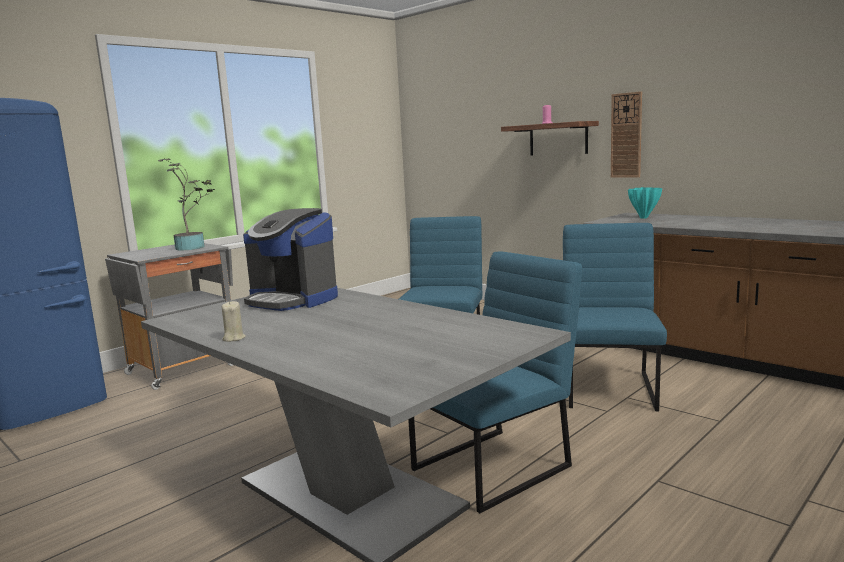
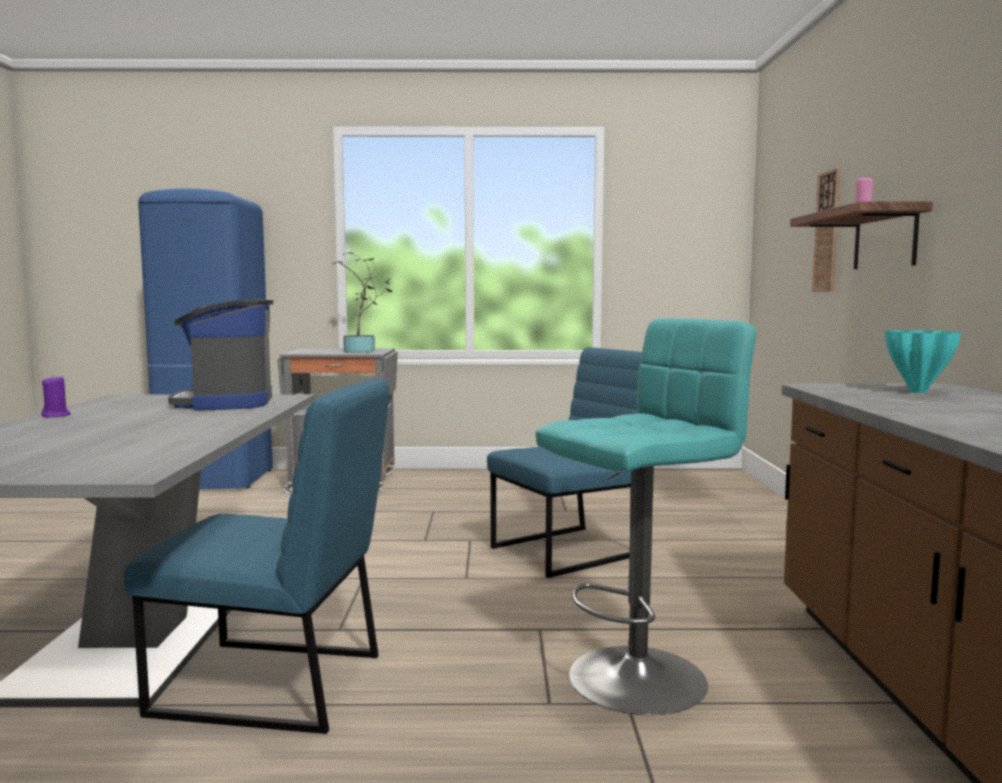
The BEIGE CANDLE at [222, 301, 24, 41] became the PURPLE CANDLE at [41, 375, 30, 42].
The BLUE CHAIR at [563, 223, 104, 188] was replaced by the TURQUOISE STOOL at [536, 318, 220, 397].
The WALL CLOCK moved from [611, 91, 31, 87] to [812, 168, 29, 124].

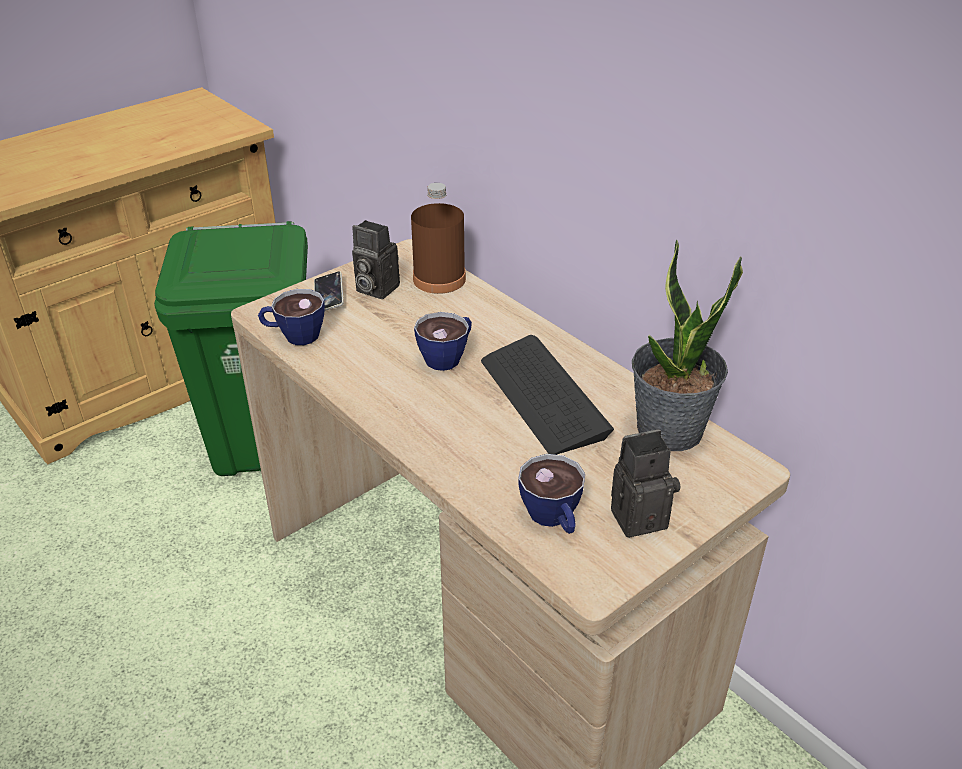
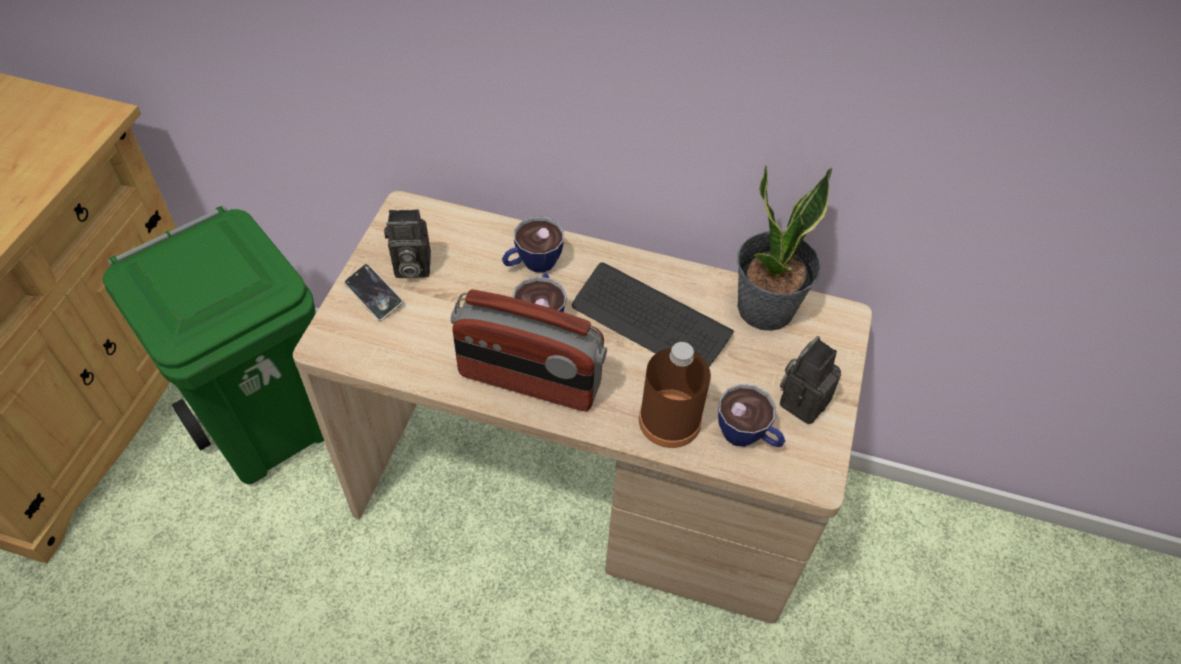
The CUP moved from [258, 289, 67, 56] to [502, 217, 62, 56].
The BROWN BOTTLE moved from [411, 183, 55, 111] to [639, 342, 72, 106].
The RADIO at [451, 289, 156, 122] appeared.

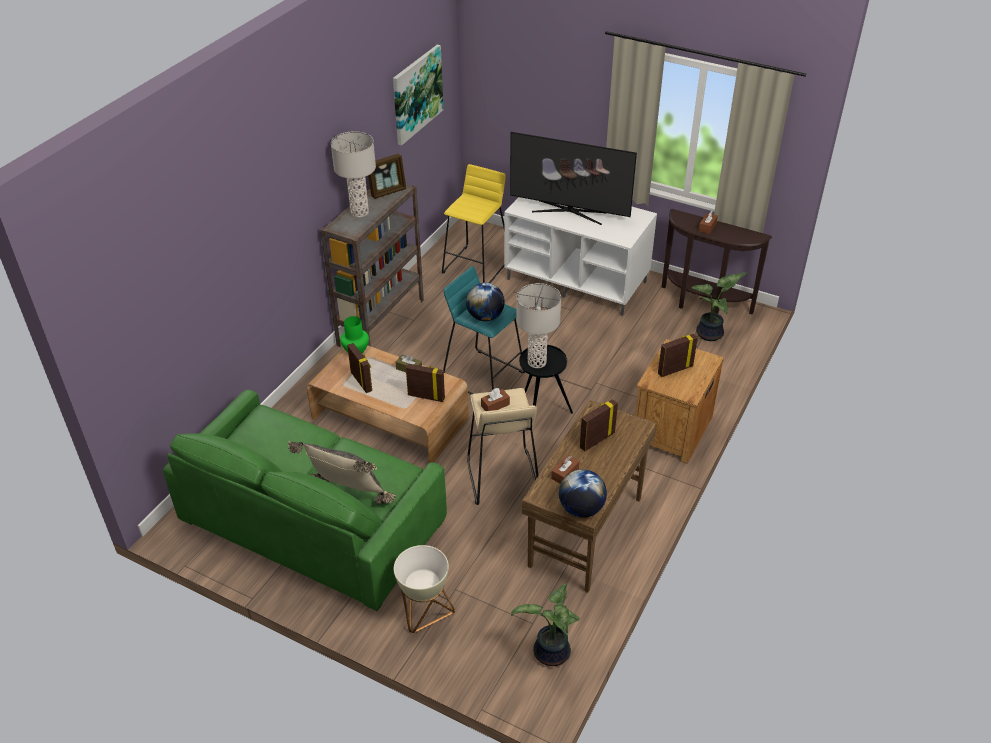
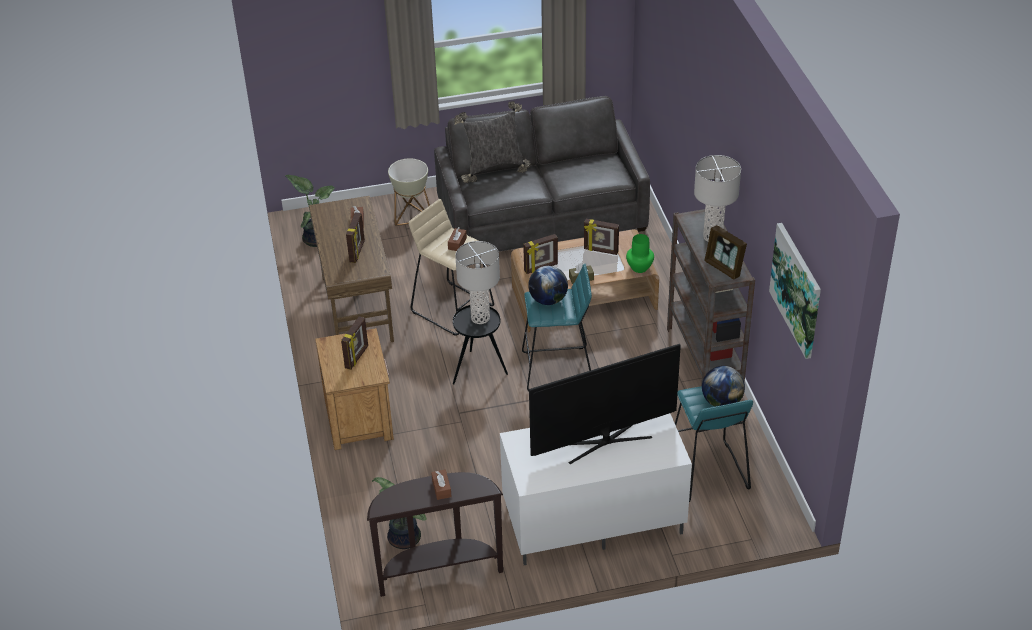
The GREEN SOFA at [163, 389, 284, 222] became the GREY SOFA at [434, 96, 216, 155].
The PICTURE FRAME at [368, 154, 39, 45] turned 60 degrees counterclockwise.
The YELLOW STOOL at [442, 164, 64, 119] became the TURQUOISE STOOL at [675, 386, 78, 116].
The GLOBE moved from [559, 469, 48, 49] to [702, 366, 43, 41].

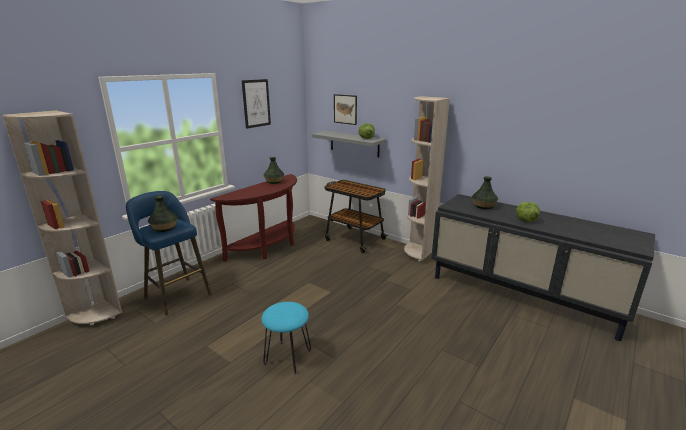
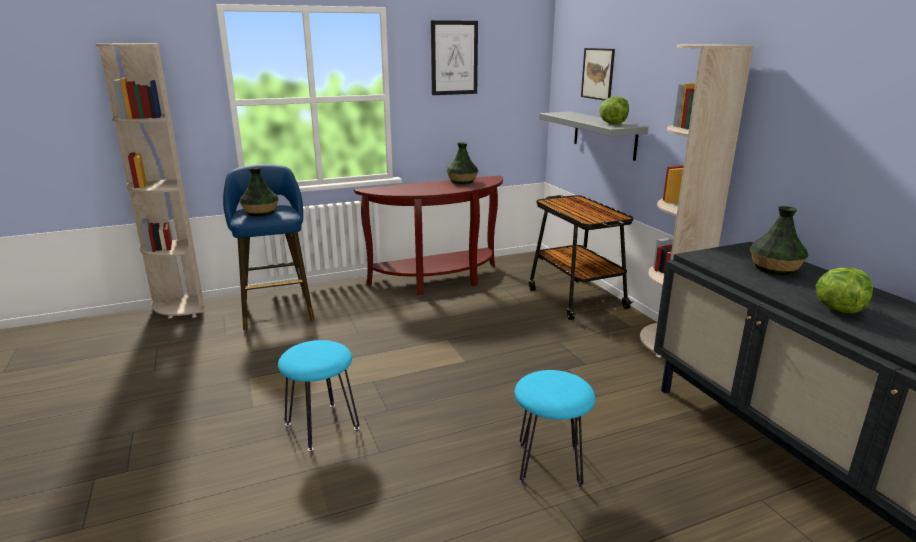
The TURQUOISE STOOL at [515, 370, 80, 118] appeared.

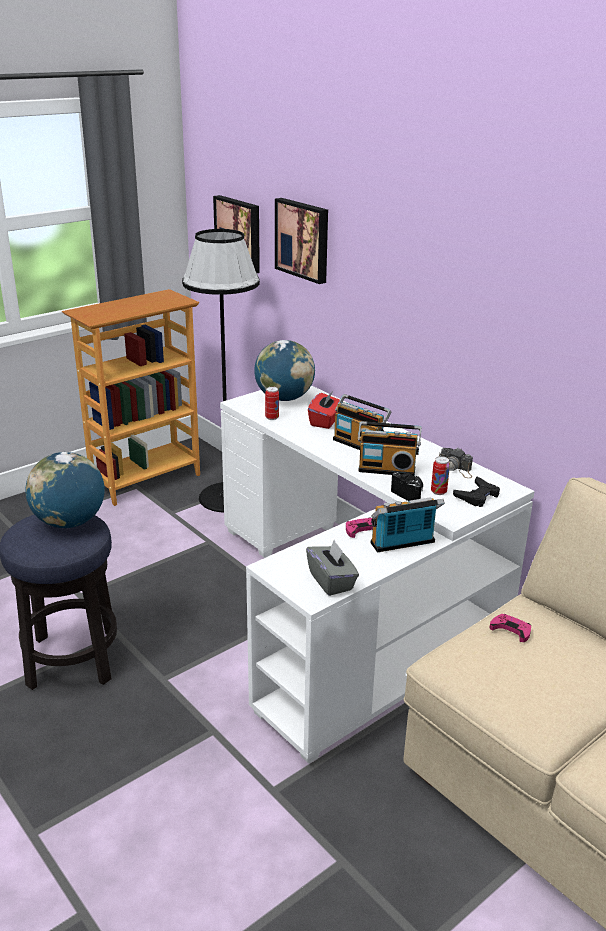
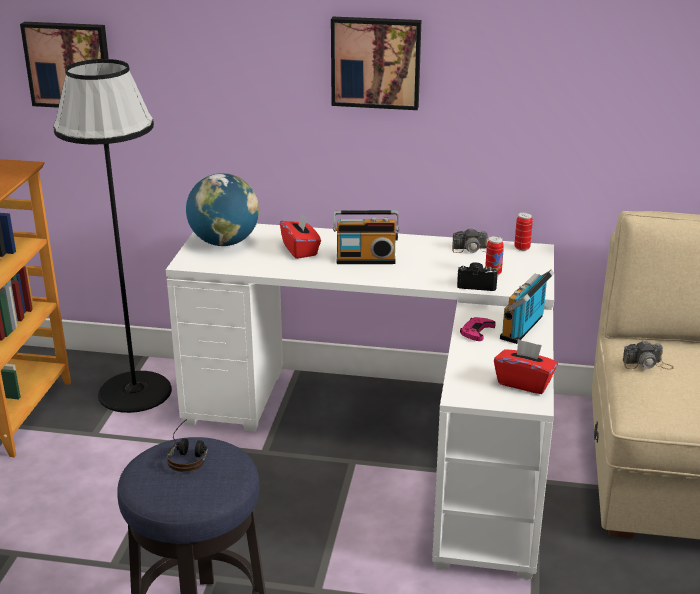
The GLOBE at [25, 452, 80, 76] was replaced by the HEADPHONES at [167, 419, 41, 53].
The CAN moved from [265, 387, 14, 33] to [514, 212, 19, 39].
The PICTURE moved from [275, 198, 53, 86] to [331, 17, 90, 93].
The GREY TISSUE BOX at [306, 540, 53, 56] became the RED TISSUE BOX at [494, 339, 64, 55].
The RADIO at [357, 421, 65, 55] disappeared.
The BLACK GAME CONTROLLER at [453, 477, 47, 30] disappeared.
The PINK GAME CONTROLLER at [489, 614, 42, 28] was replaced by the PHOTO CAMERA at [622, 340, 52, 30].

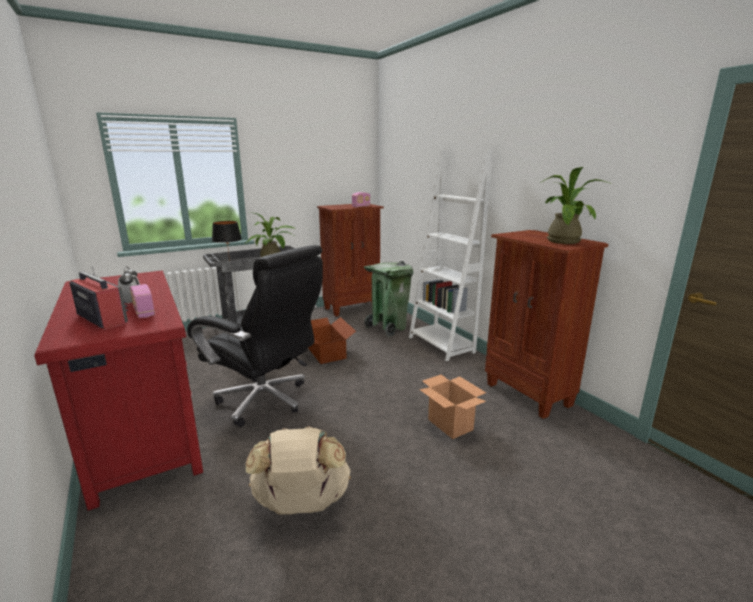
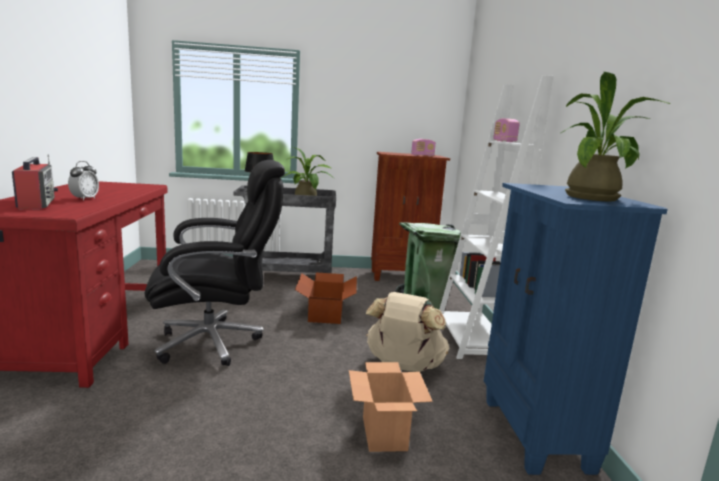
The RADIO moved from [130, 284, 25, 34] to [493, 118, 27, 24].
The BLACK OFFICE CHAIR at [187, 245, 136, 182] turned 75 degrees counterclockwise.
The BEIGE BACKPACK moved from [246, 426, 105, 89] to [366, 292, 83, 80].
The BROWN CABINET at [485, 230, 123, 189] became the BLUE CABINET at [484, 183, 184, 292].

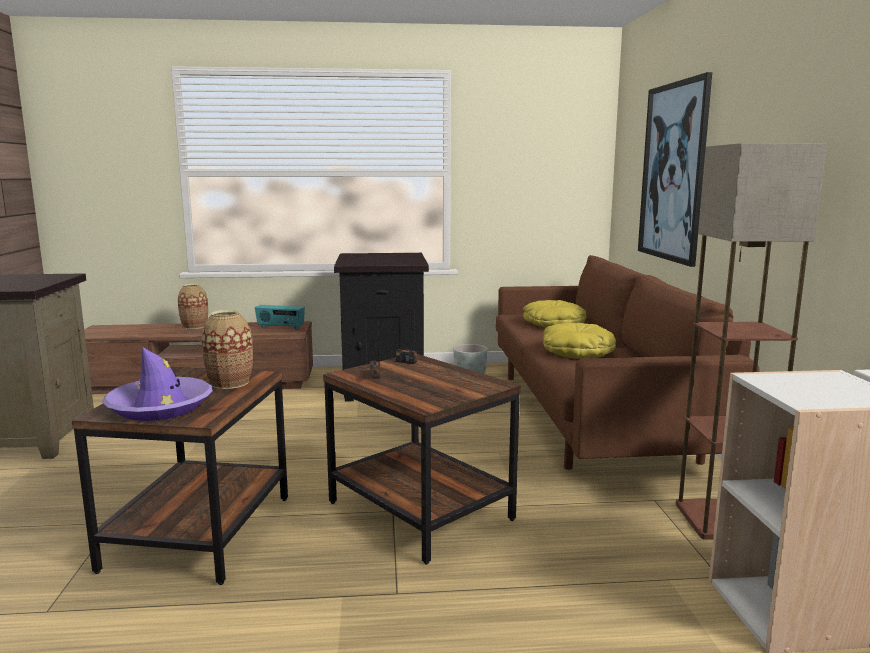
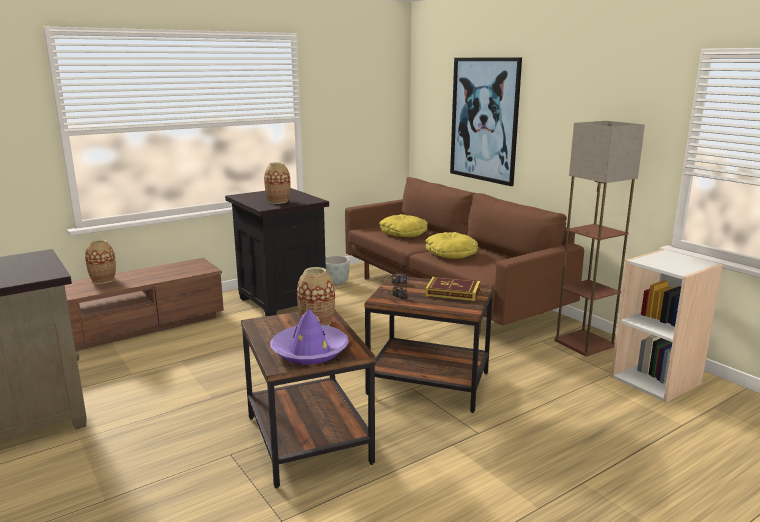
The RADIO at [255, 305, 50, 25] disappeared.
The VASE at [264, 162, 27, 42] appeared.
The BOOK at [425, 277, 55, 24] appeared.

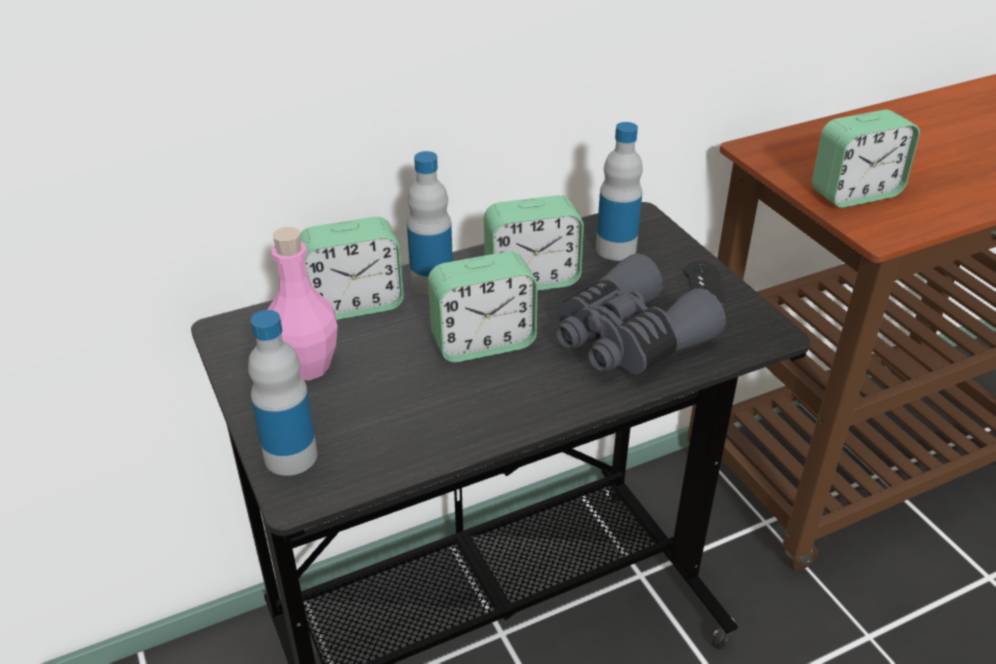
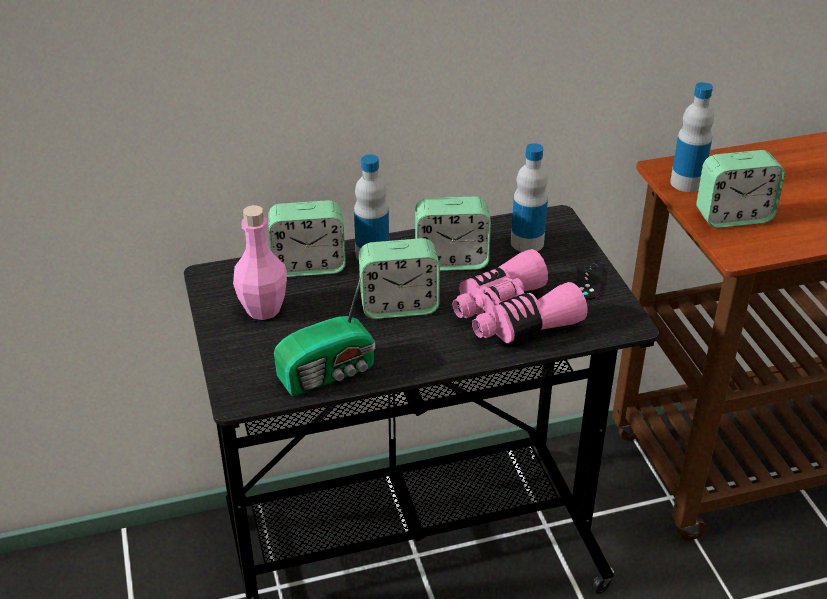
The BOTTLE moved from [248, 310, 70, 166] to [670, 82, 44, 110].
The GREY BINOCULARS at [555, 253, 171, 122] became the PINK BINOCULARS at [453, 249, 135, 94].
The RADIO at [274, 273, 102, 123] appeared.

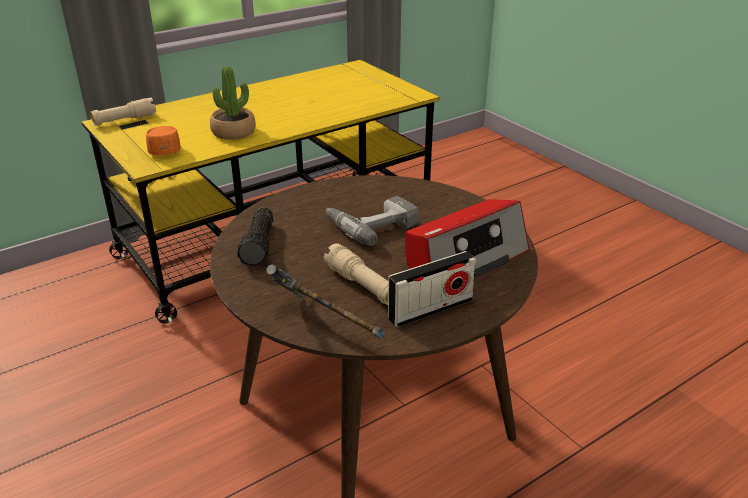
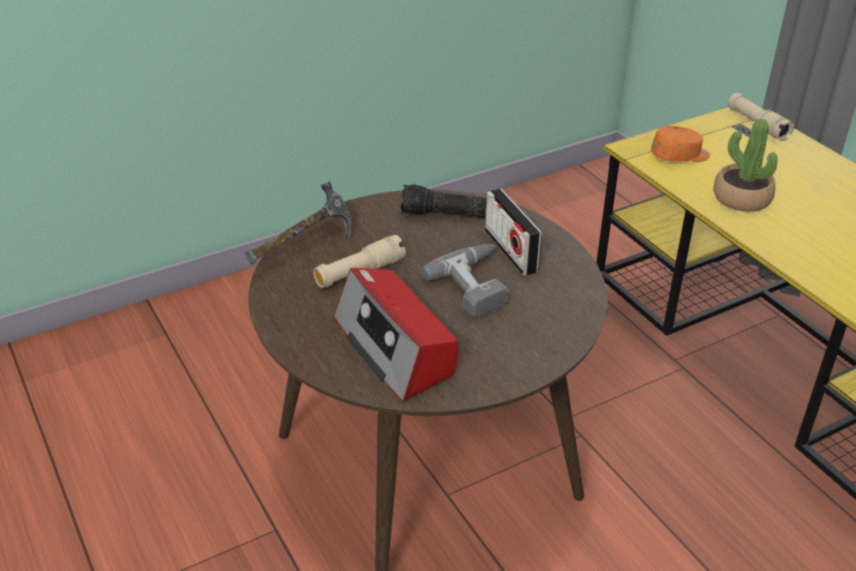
The RADIO moved from [388, 251, 88, 77] to [485, 189, 57, 87].

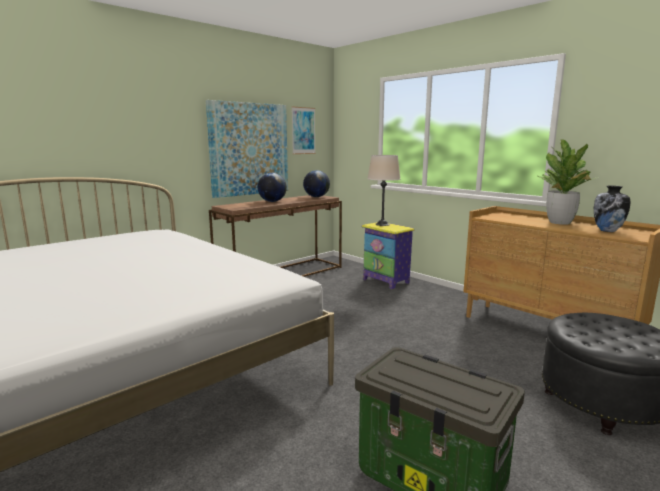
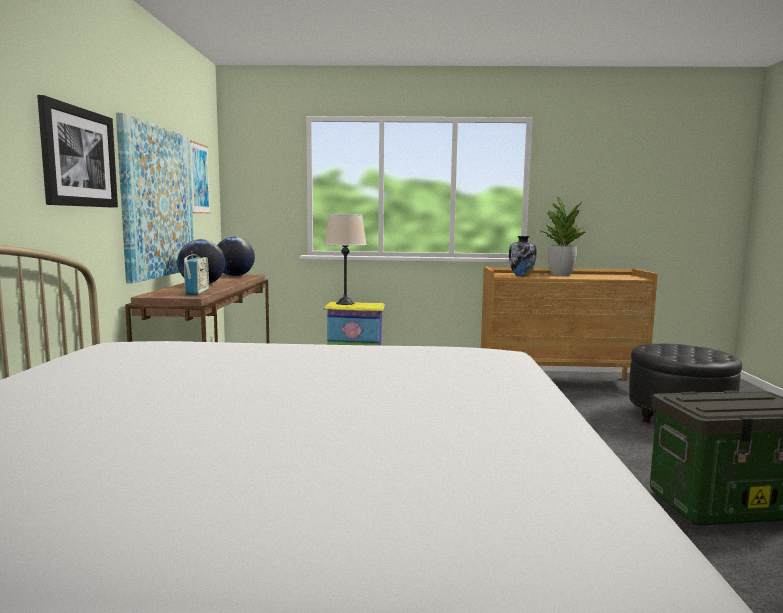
The VASE moved from [594, 186, 37, 46] to [509, 236, 27, 40].
The PICTURE at [37, 95, 81, 113] appeared.
The RADIO at [184, 251, 25, 44] appeared.

